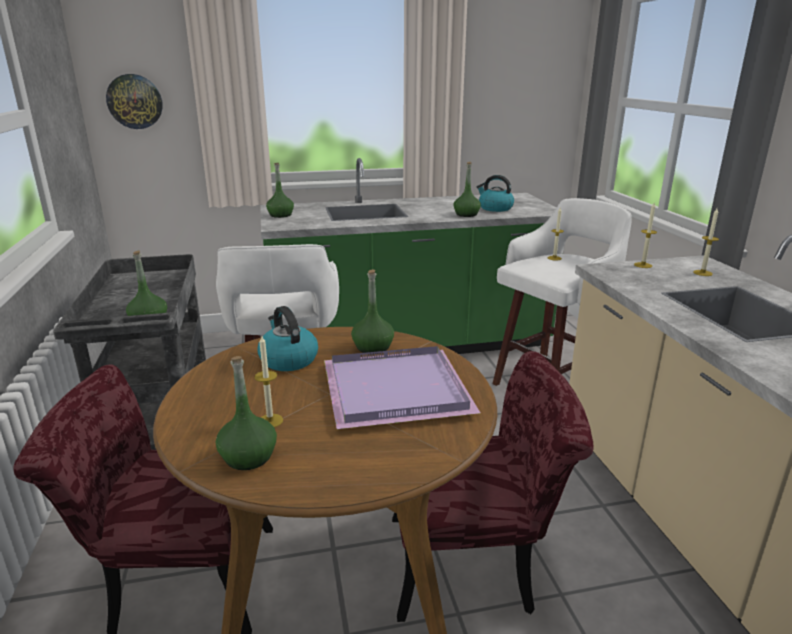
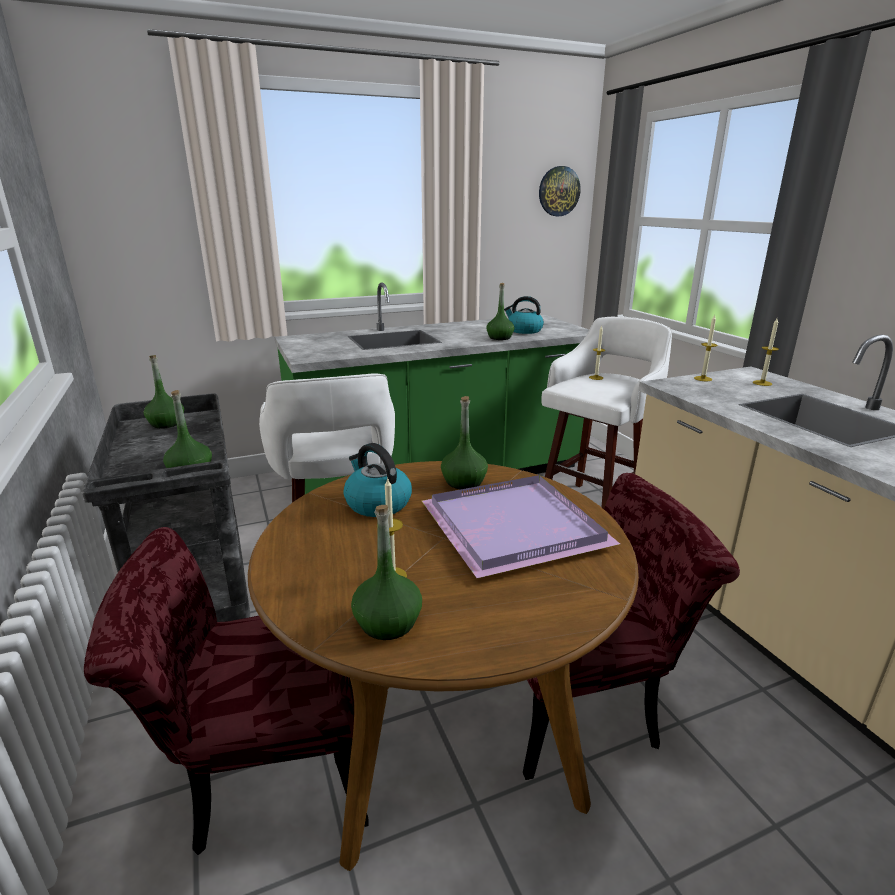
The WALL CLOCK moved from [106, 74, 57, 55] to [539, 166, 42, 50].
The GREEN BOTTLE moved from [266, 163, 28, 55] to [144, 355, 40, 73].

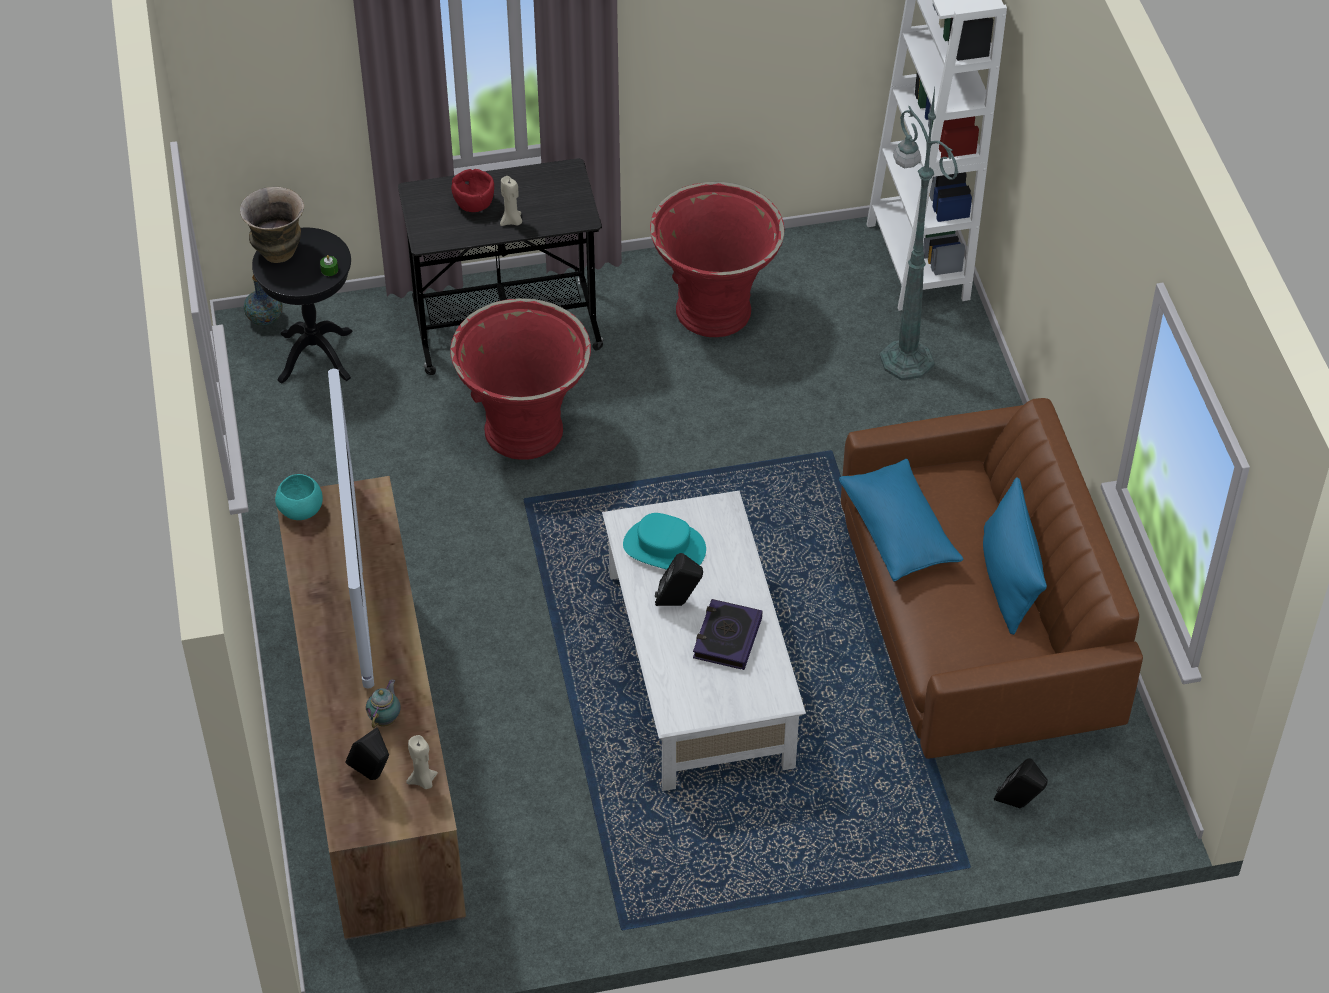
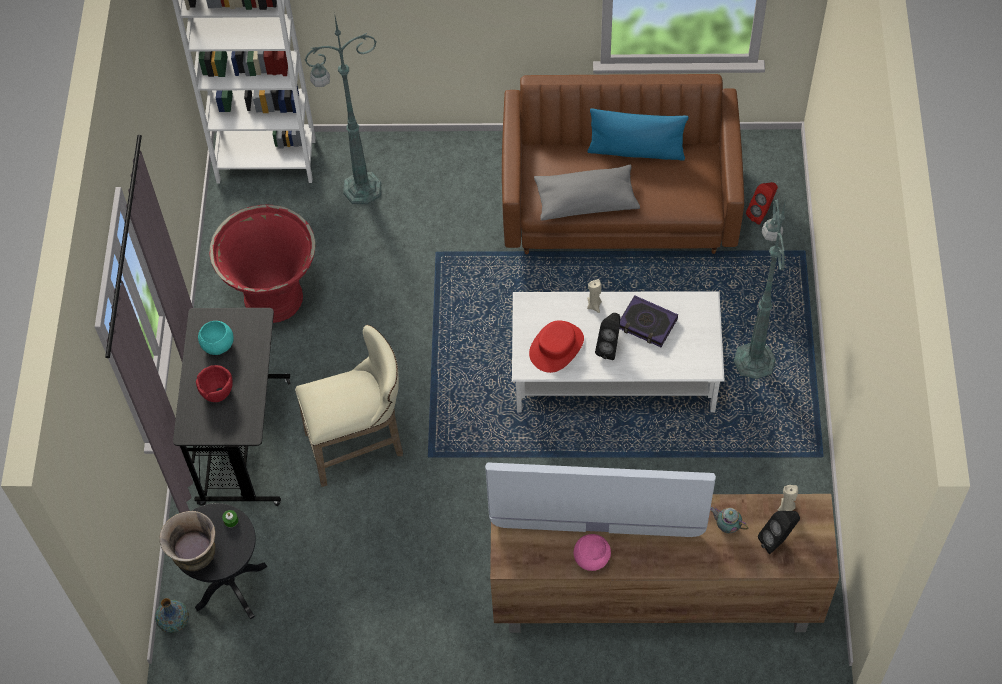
The TURQUOISE BOWL moved from [275, 474, 48, 46] to [198, 321, 36, 34].
The RED PLANTER at [450, 298, 141, 162] was replaced by the BEIGE STOOL at [295, 325, 108, 162].
The BEIGE CANDLE moved from [500, 176, 22, 50] to [587, 279, 15, 34].
The TURQUOISE HAT at [623, 513, 83, 57] became the RED HAT at [529, 320, 55, 53].
The BLUE PILLOW at [839, 459, 124, 123] became the GREY PILLOW at [534, 165, 106, 56].
The BLACK SPEAKER at [994, 758, 54, 50] became the RED SPEAKER at [746, 182, 32, 43].
The PINK BOWL at [574, 534, 37, 37] appeared.
The GREEN FLOOR LAMP at [734, 198, 52, 181] appeared.

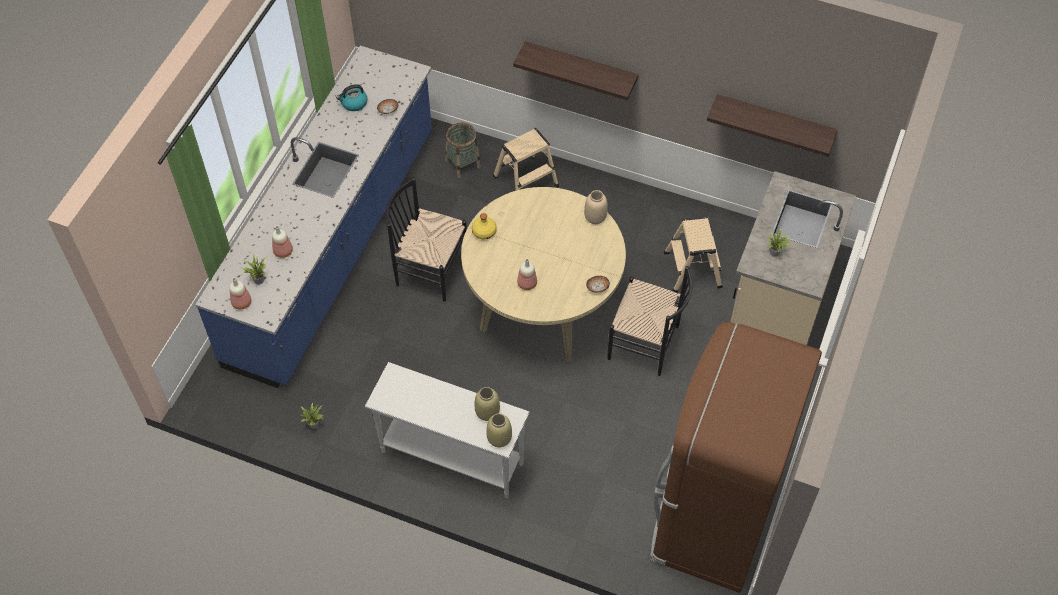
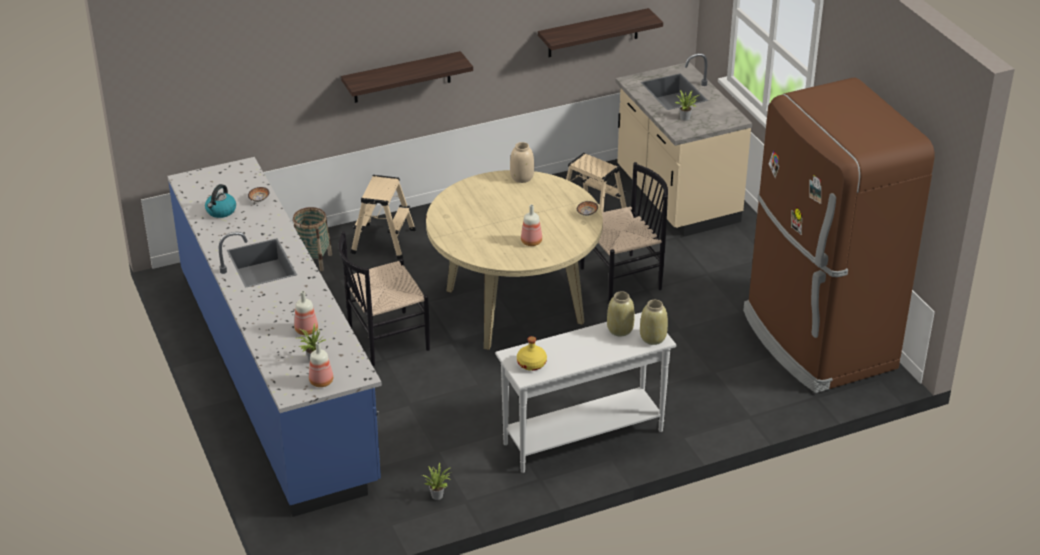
The YELLOW BOTTLE moved from [472, 213, 25, 27] to [517, 336, 30, 35].

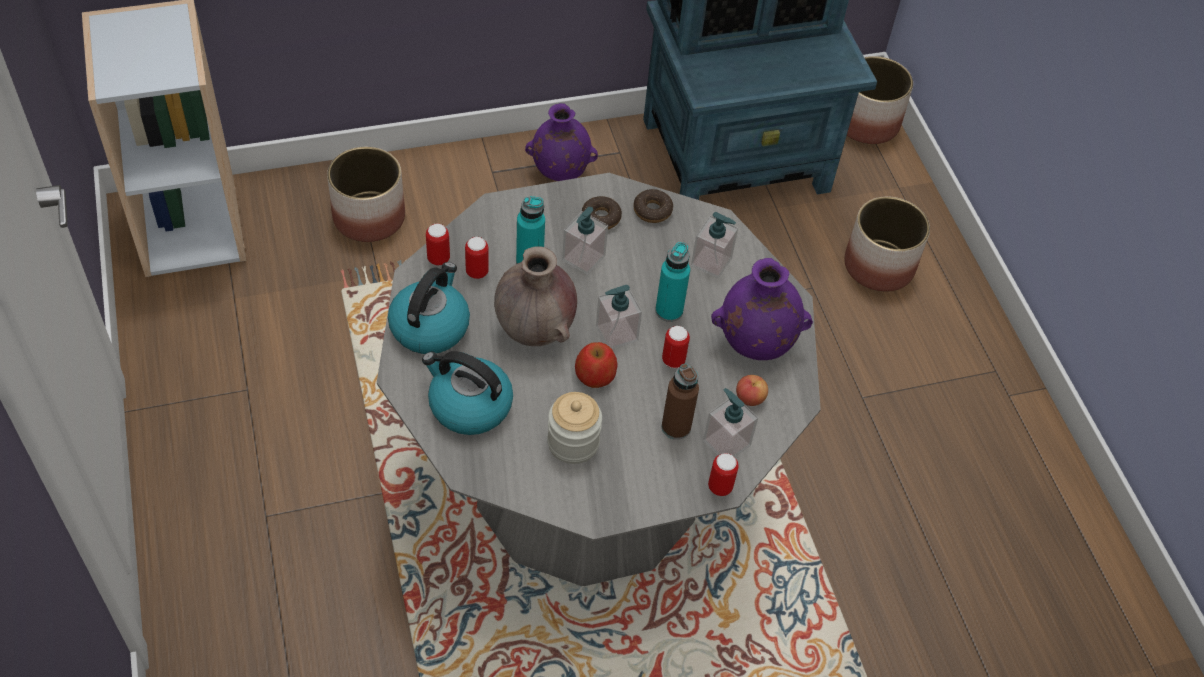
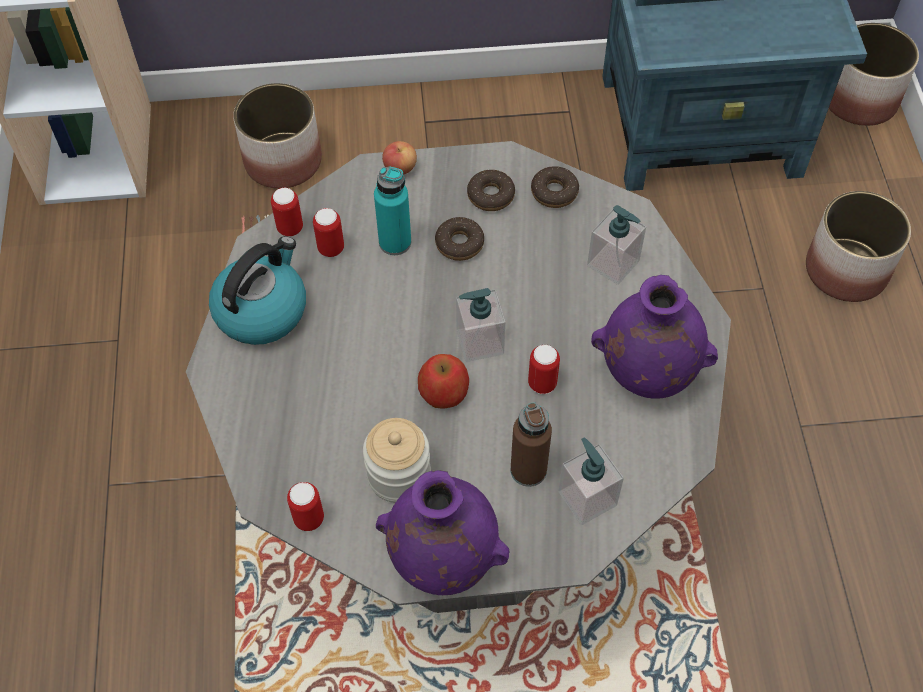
The KETTLE at [422, 351, 91, 84] disappeared.
The BROWN VASE at [494, 246, 83, 100] disappeared.
The PURPLE VASE moved from [525, 103, 73, 78] to [376, 470, 133, 125].
The SOAP DISPENSER at [562, 207, 46, 68] was replaced by the DONUT at [435, 217, 49, 44].
The TURQUOISE BOTTLE at [655, 242, 35, 80] disappeared.
The CAN moved from [708, 453, 31, 43] to [287, 482, 37, 49].
The APPLE moved from [736, 375, 32, 31] to [382, 141, 35, 34].

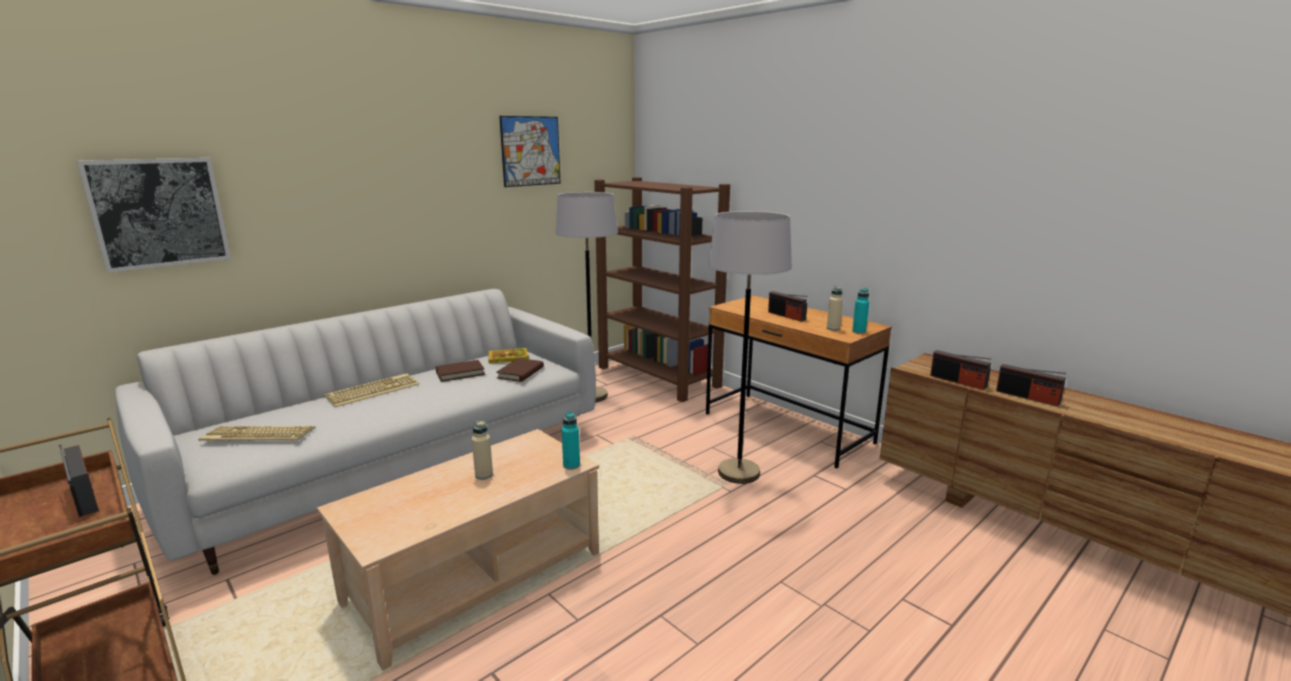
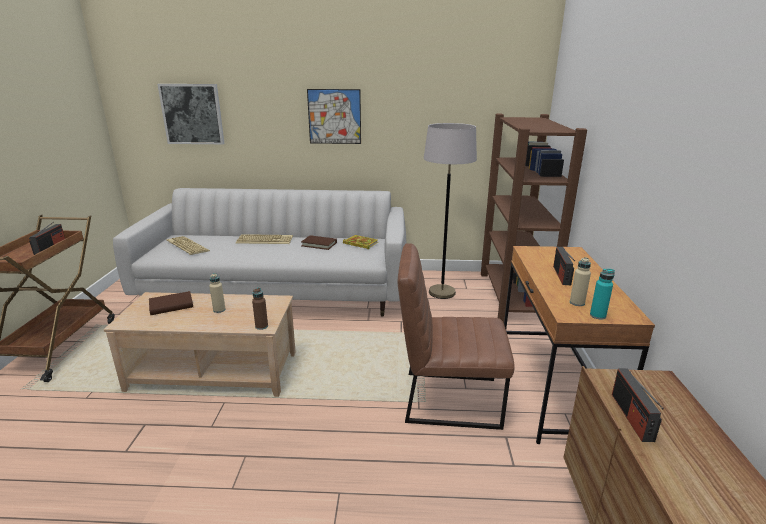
The BROWN BOOK moved from [496, 358, 48, 24] to [149, 291, 44, 24].
The PICTURE moved from [499, 116, 62, 71] to [307, 89, 54, 55].
The TURQUOISE BOTTLE at [562, 412, 18, 58] became the BROWN BOTTLE at [252, 288, 16, 42].
The GREY FLOOR LAMP at [708, 211, 84, 273] was replaced by the BROWN CHAIR at [397, 243, 117, 187].
The RADIO at [996, 364, 70, 42] disappeared.

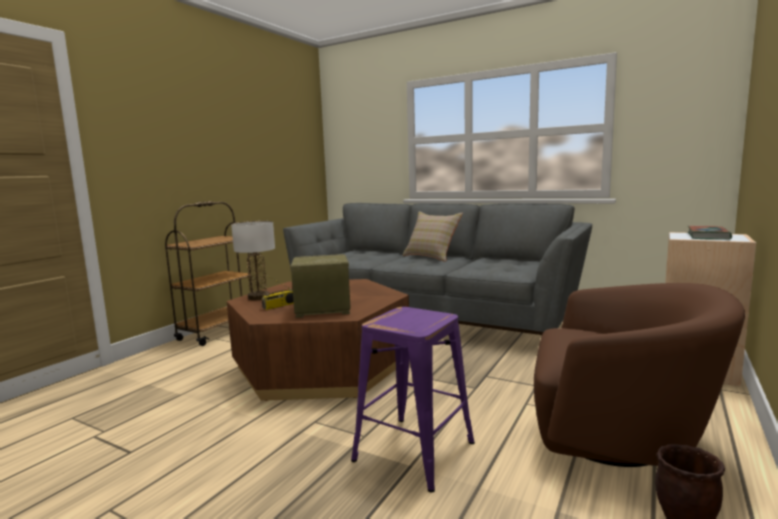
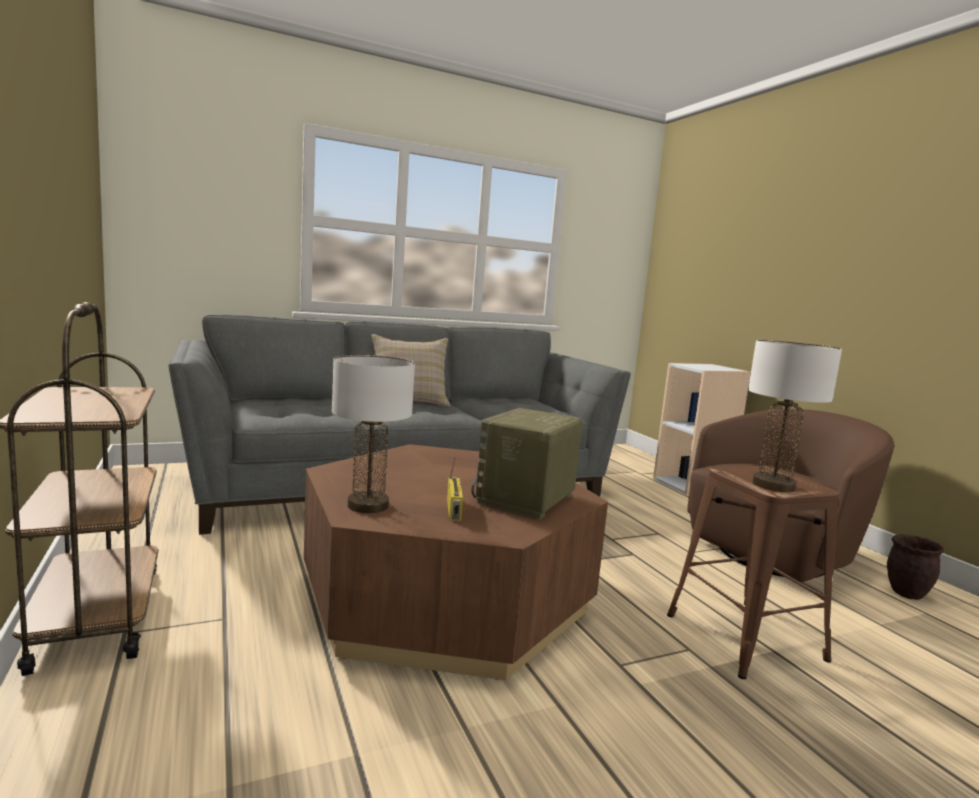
The PURPLE STOOL at [351, 307, 124, 185] became the BROWN STOOL at [667, 466, 173, 213].
The BOOK at [688, 225, 44, 15] disappeared.
The TABLE LAMP at [748, 340, 94, 152] appeared.

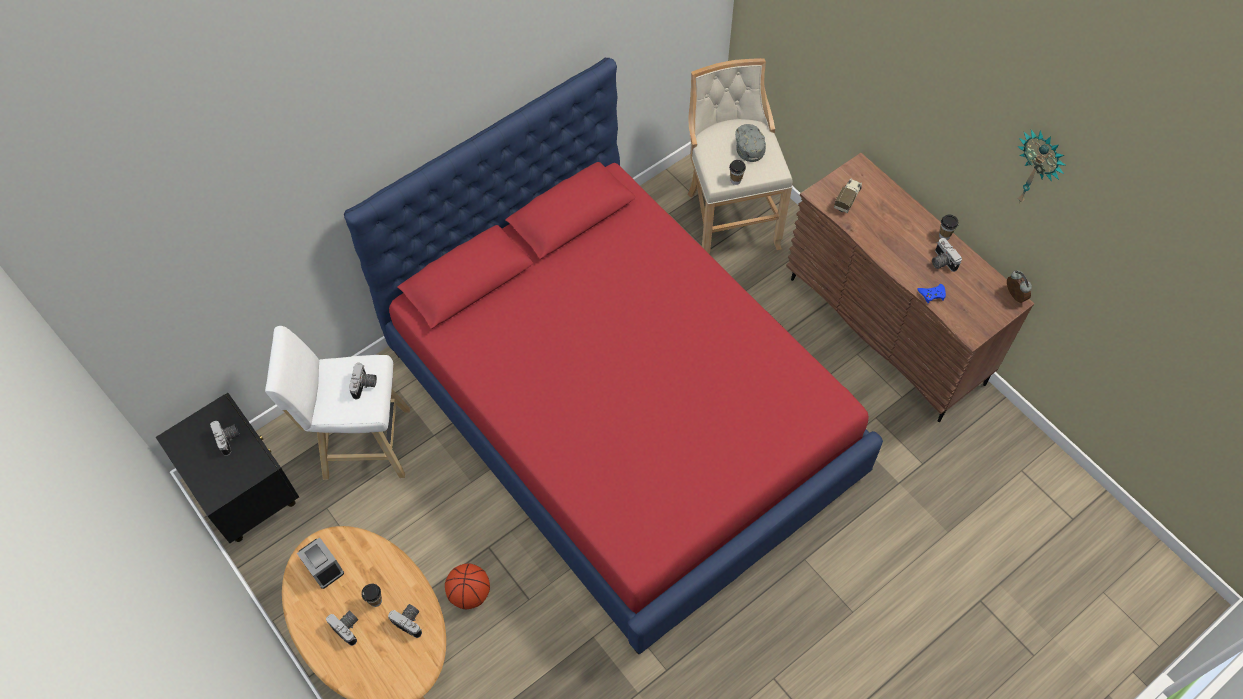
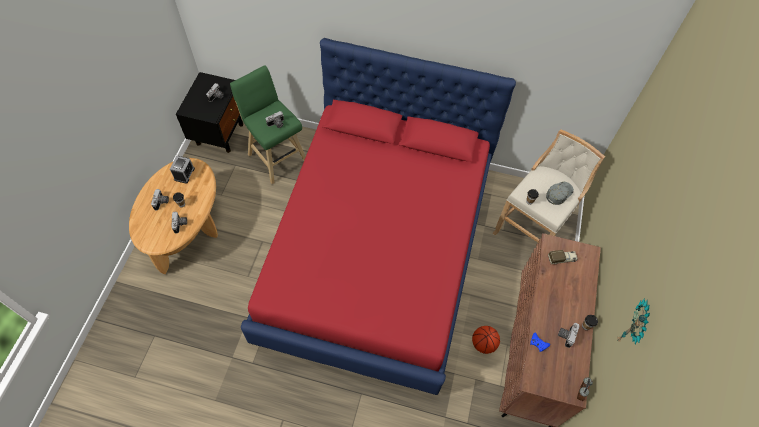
The WHITE STOOL at [265, 326, 145, 154] became the GREEN STOOL at [230, 65, 76, 119].
The BASKETBALL moved from [445, 563, 45, 46] to [472, 326, 28, 28].

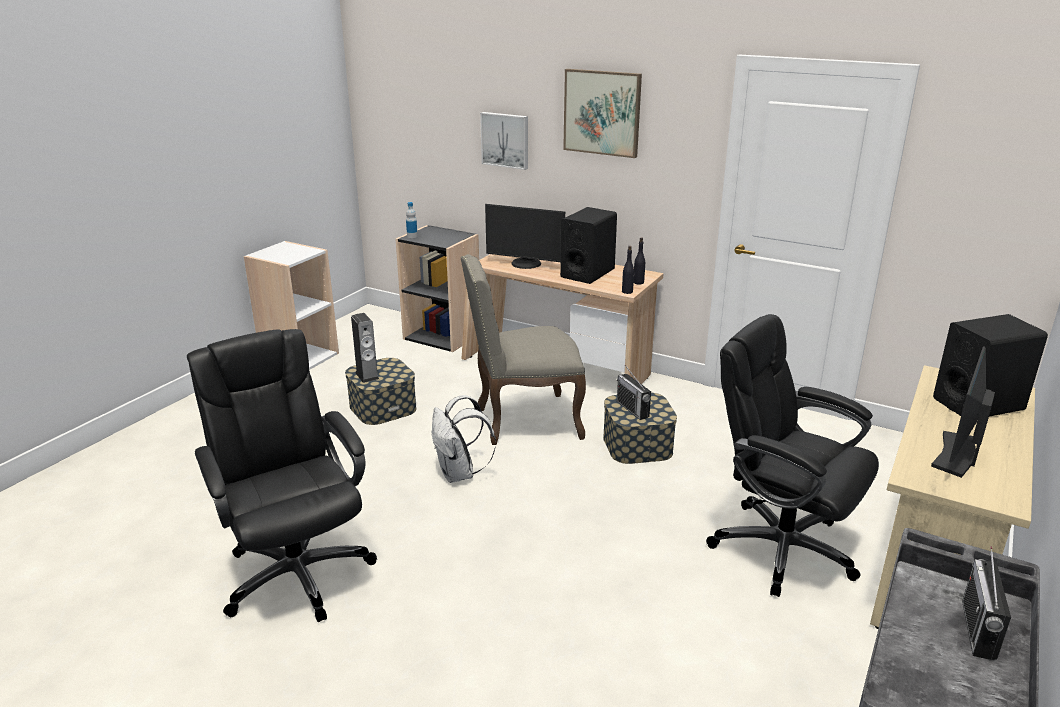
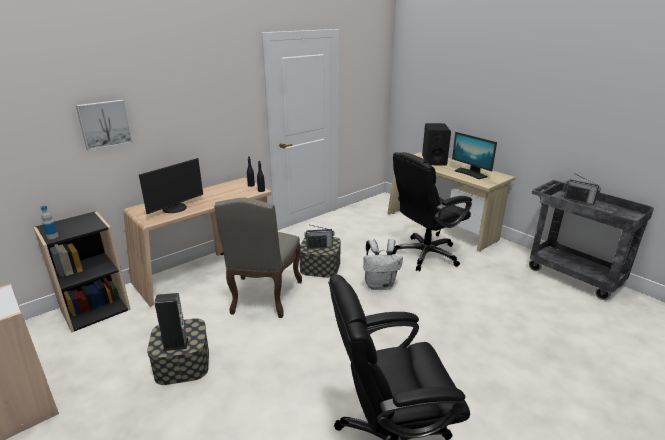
The WHITE BACKPACK moved from [432, 395, 64, 88] to [363, 239, 40, 51].
The BLACK SPEAKER at [560, 207, 57, 77] disappeared.
The PICTURE at [563, 69, 79, 89] disappeared.

